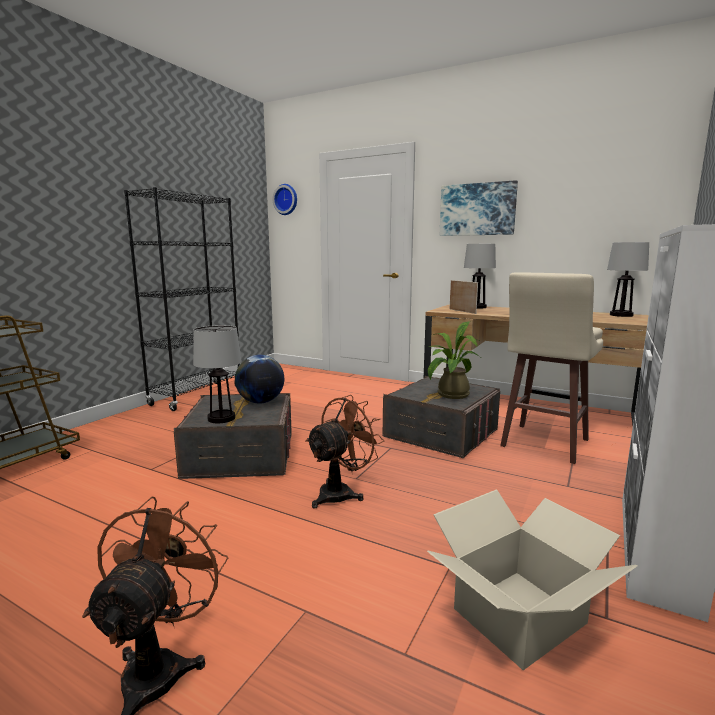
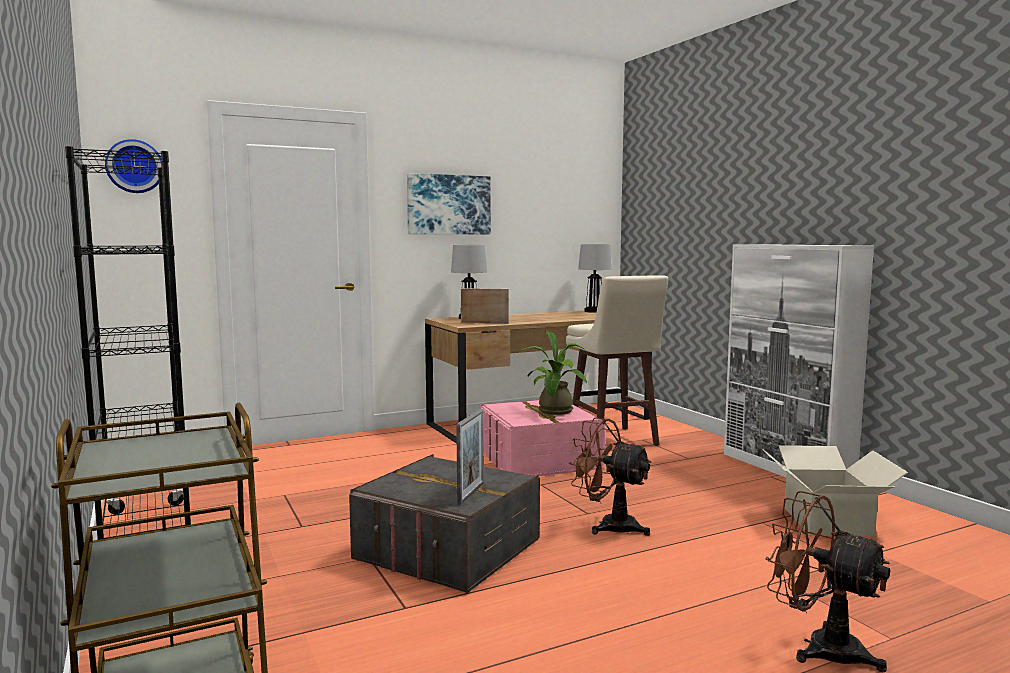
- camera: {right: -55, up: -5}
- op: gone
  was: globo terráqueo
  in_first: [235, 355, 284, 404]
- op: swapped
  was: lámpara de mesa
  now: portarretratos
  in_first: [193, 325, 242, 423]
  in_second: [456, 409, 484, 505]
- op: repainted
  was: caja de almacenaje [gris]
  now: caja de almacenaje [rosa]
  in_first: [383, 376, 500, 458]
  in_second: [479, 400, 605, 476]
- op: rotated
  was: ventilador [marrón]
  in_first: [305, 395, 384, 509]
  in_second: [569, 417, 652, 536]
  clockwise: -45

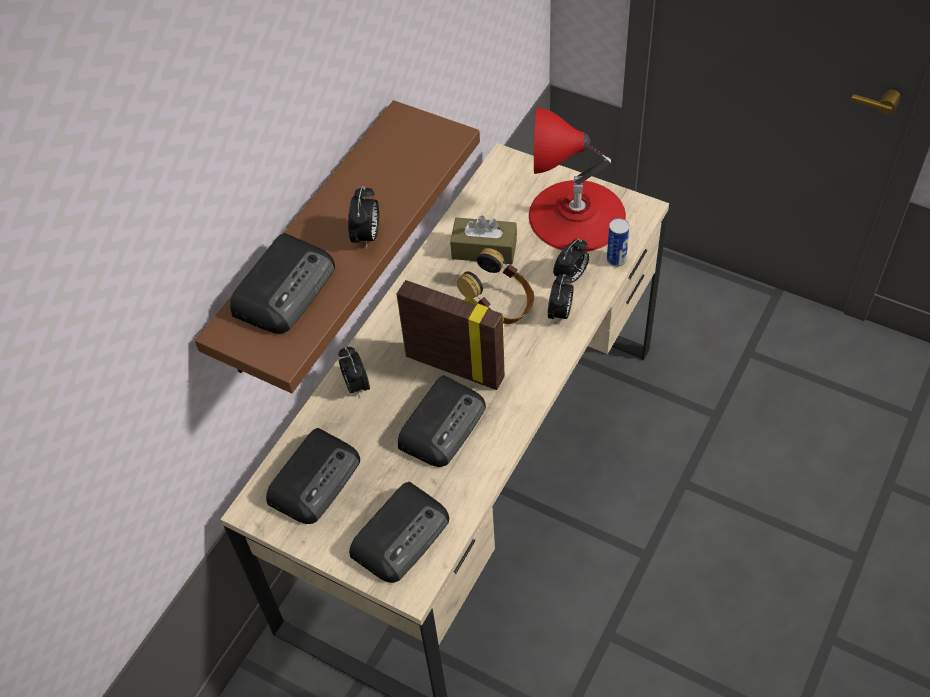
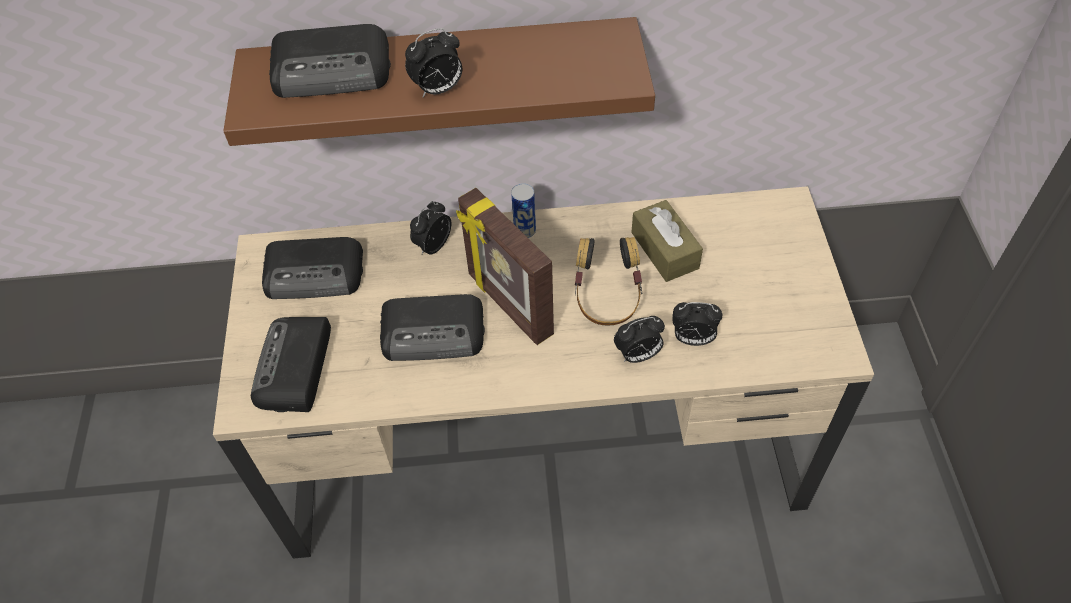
- camera: {right: 55, up: 0}
- op: gone
  was: lámpara de mesa [rojo]
  in_first: [529, 107, 626, 252]
- op: shifted
  was: lata
  in_first: [607, 218, 629, 267]
  in_second: [511, 183, 536, 238]
- op: rotated
  was: radio
  in_first: [349, 482, 449, 583]
  in_second: [251, 317, 331, 412]
  clockwise: 90
- op: rotated
  was: portarretratos
  in_first: [397, 280, 505, 390]
  in_second: [456, 188, 554, 345]
  clockwise: 150

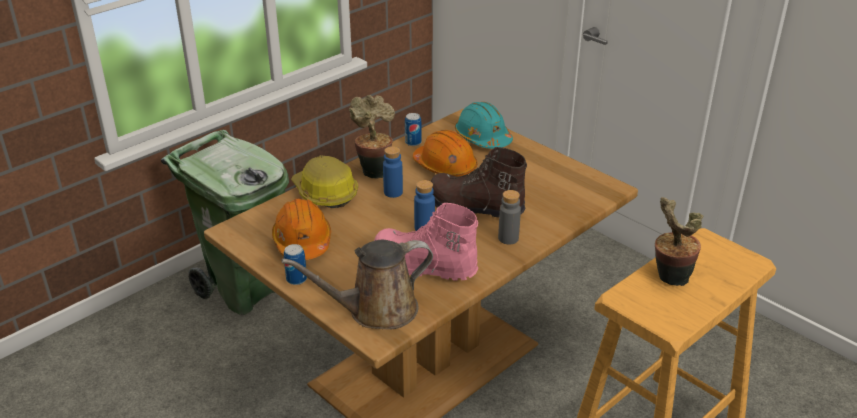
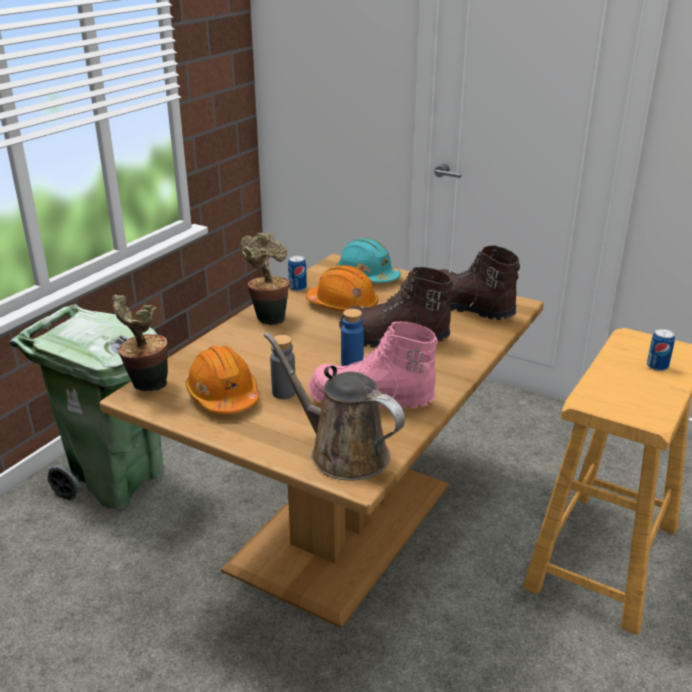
- camera: {right: -15, up: -5}
- op: gone
  was: casco
  in_first: [291, 155, 358, 208]
- op: gone
  was: botella [azul]
  in_first: [383, 146, 403, 198]
- op: new
  now: bota [marrón]
  in_second: [439, 245, 520, 320]
- op: shifted
  was: lata
  in_first: [284, 244, 307, 285]
  in_second: [647, 329, 675, 371]
- op: shifted
  was: botella [gris]
  in_first: [498, 190, 521, 245]
  in_second: [270, 335, 296, 399]
- op: shifted
  was: planta en maceta
  in_first: [655, 197, 703, 286]
  in_second: [112, 295, 168, 391]
- op: rotated
  was: regadera [marrón]
  in_first: [281, 240, 433, 330]
  in_second: [264, 332, 405, 481]
  clockwise: 75

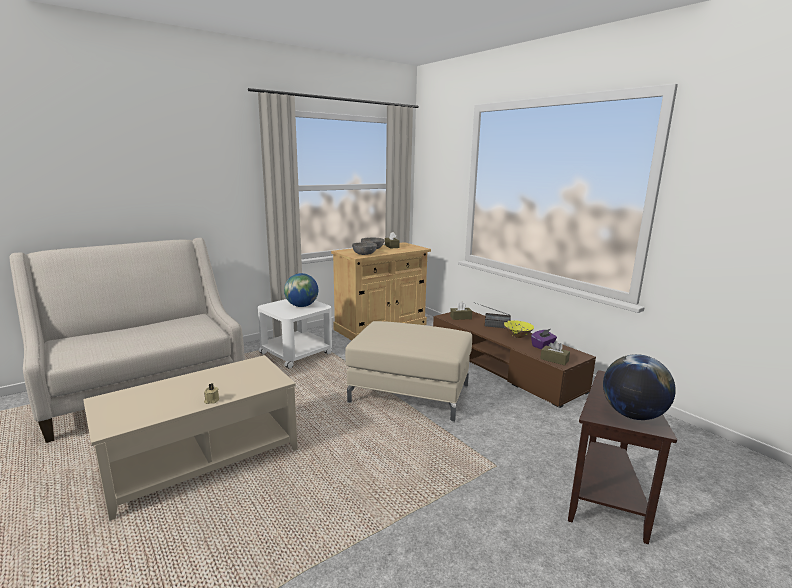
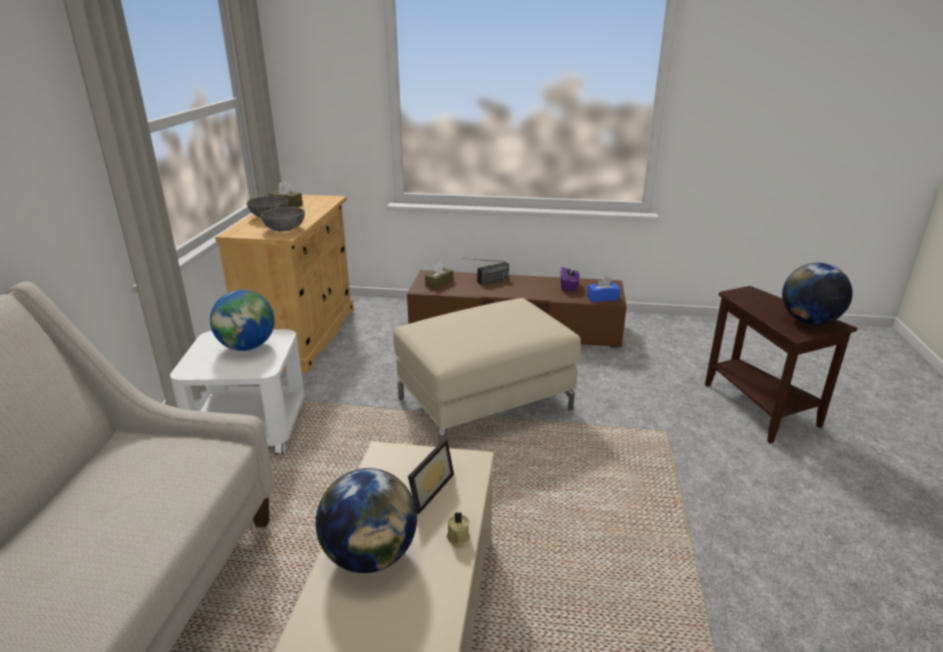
- camera: {right: -45, up: 10}
- op: gone
  was: cuenco [amarillo]
  in_first: [504, 321, 534, 338]
- op: new
  now: globo terráqueo
  in_second: [316, 468, 417, 573]
- op: new
  now: portarretratos
  in_second: [408, 439, 454, 514]
- op: repainted
  was: caja de pañuelos [marrón]
  now: caja de pañuelos [azul]
  in_first: [540, 341, 570, 365]
  in_second: [587, 276, 620, 302]

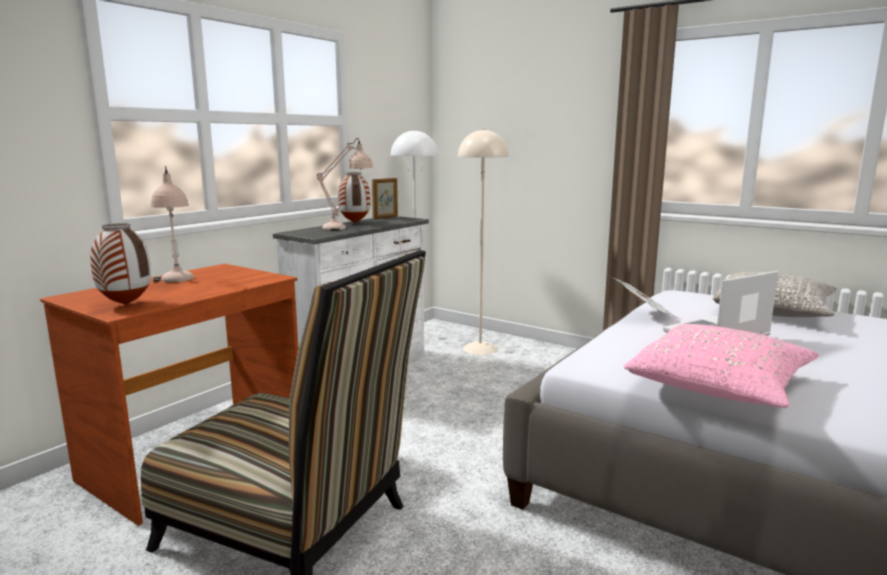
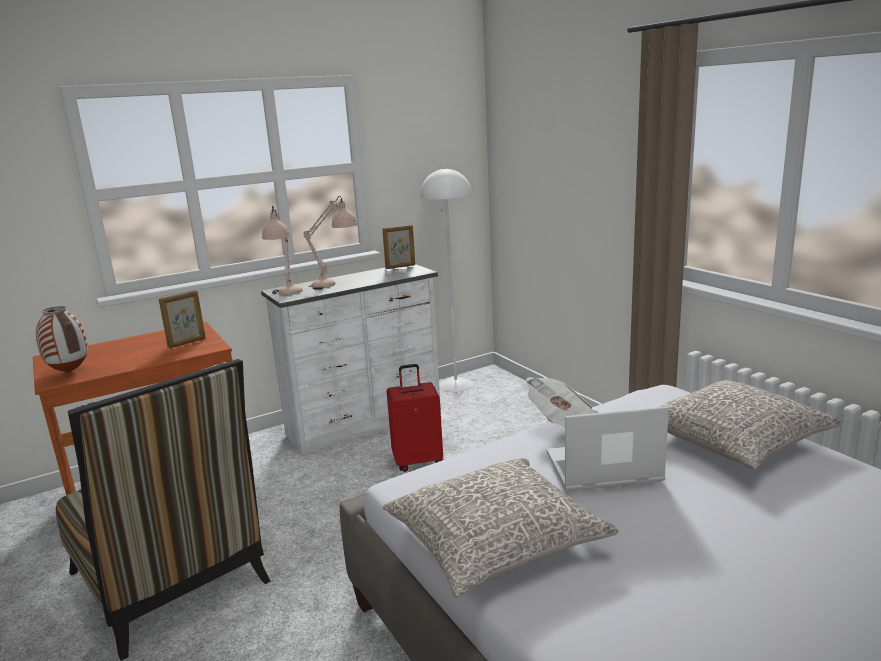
- camera: {right: 25, up: 5}
- op: gone
  was: florero
  in_first: [338, 172, 371, 223]
- op: gone
  was: lámpara de pie [beis]
  in_first: [458, 129, 509, 355]
- op: new
  now: portarretratos
  in_second: [159, 290, 206, 348]
- op: new
  now: maleta [rojo]
  in_second: [386, 364, 443, 472]
- op: shifted
  was: lámpara de mesa [beis]
  in_first: [151, 165, 194, 282]
  in_second: [262, 205, 303, 295]
- op: repainted
  was: cojín [rosa]
  now: cojín [gris]
  in_first: [624, 324, 819, 408]
  in_second: [383, 458, 618, 597]

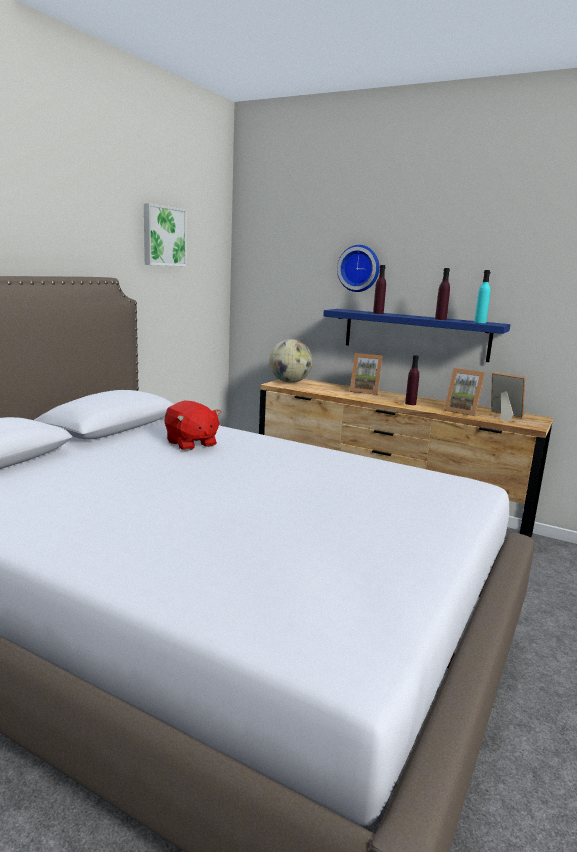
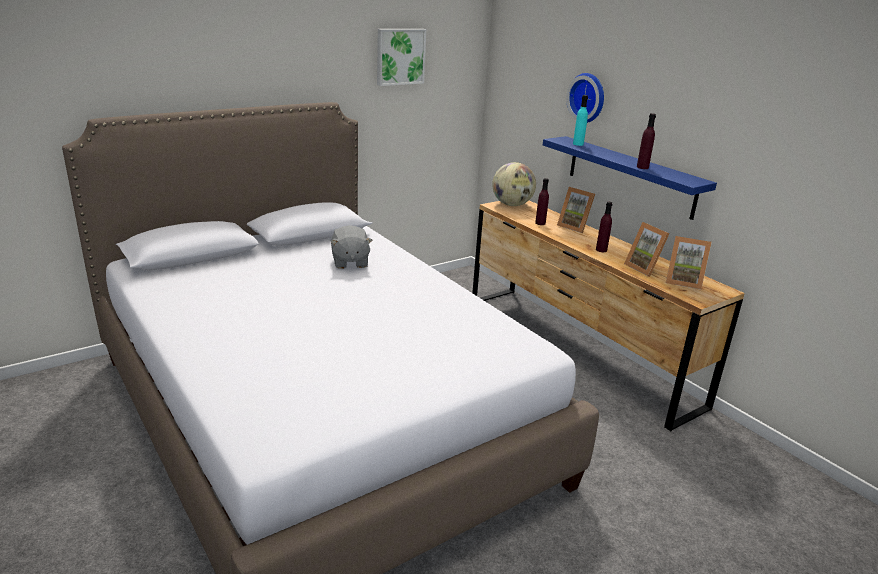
- camera: {right: 25, up: 10}
- op: shifted
  was: botella [morado]
  in_first: [373, 265, 386, 314]
  in_second: [535, 178, 549, 225]
- op: shifted
  was: botella [turquesa]
  in_first: [474, 270, 490, 323]
  in_second: [573, 95, 588, 146]
- op: repainted
  was: peluche [rojo]
  now: peluche [gris]
  in_first: [164, 400, 221, 451]
  in_second: [330, 225, 373, 269]
- op: rotated
  was: portarretratos
  in_first: [491, 372, 525, 422]
  in_second: [666, 236, 712, 290]
  clockwise: 135

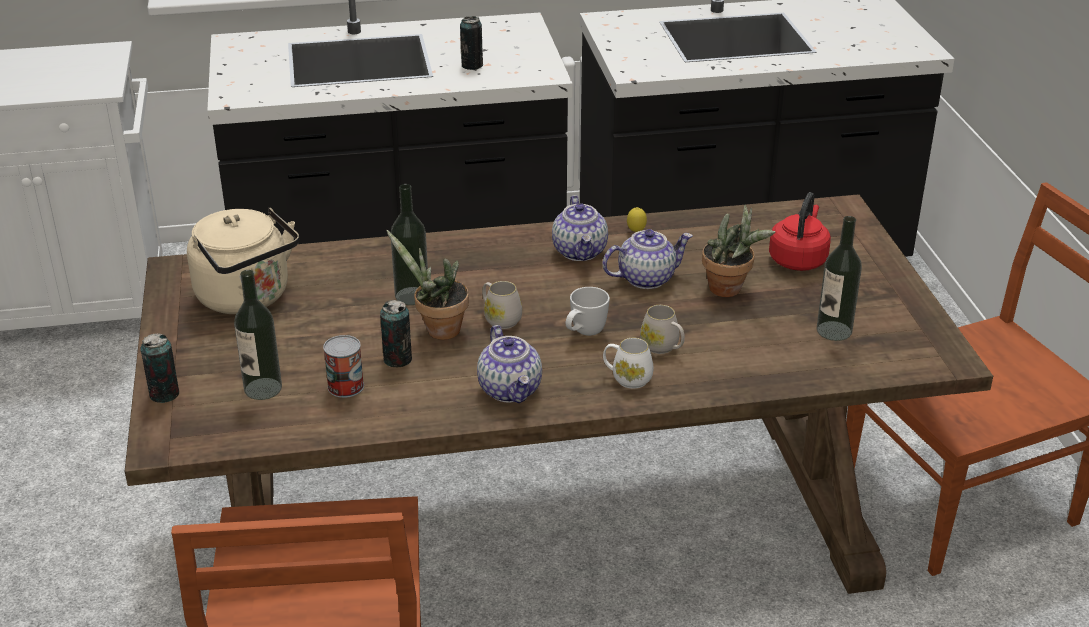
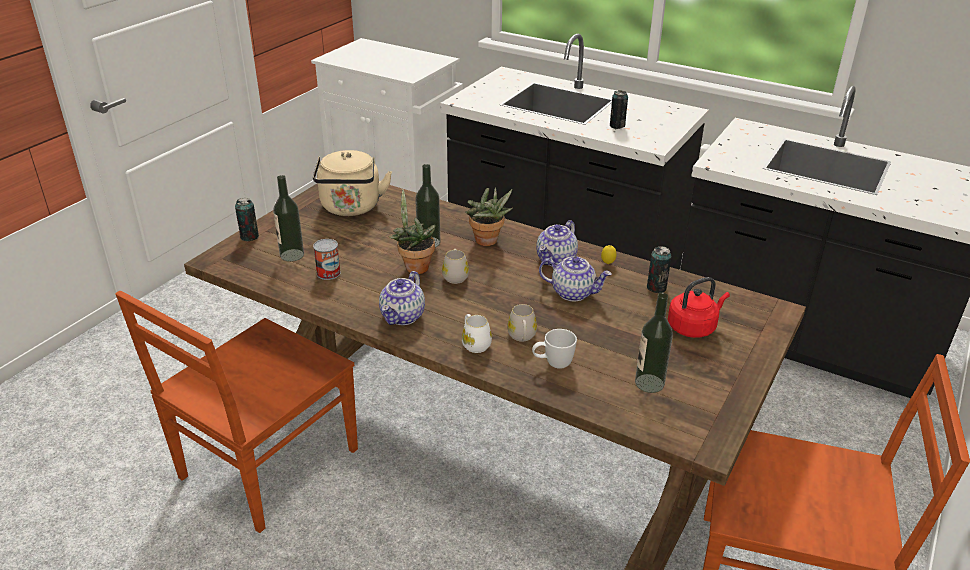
- camera: {right: 40, up: 0}
- op: shifted
  was: lata
  in_first: [380, 300, 412, 367]
  in_second: [647, 246, 671, 293]
- op: shifted
  was: taza grande [blanco]
  in_first: [566, 287, 610, 336]
  in_second: [532, 329, 577, 369]
- op: shifted
  was: planta en maceta
  in_first: [702, 205, 776, 297]
  in_second: [465, 187, 513, 246]

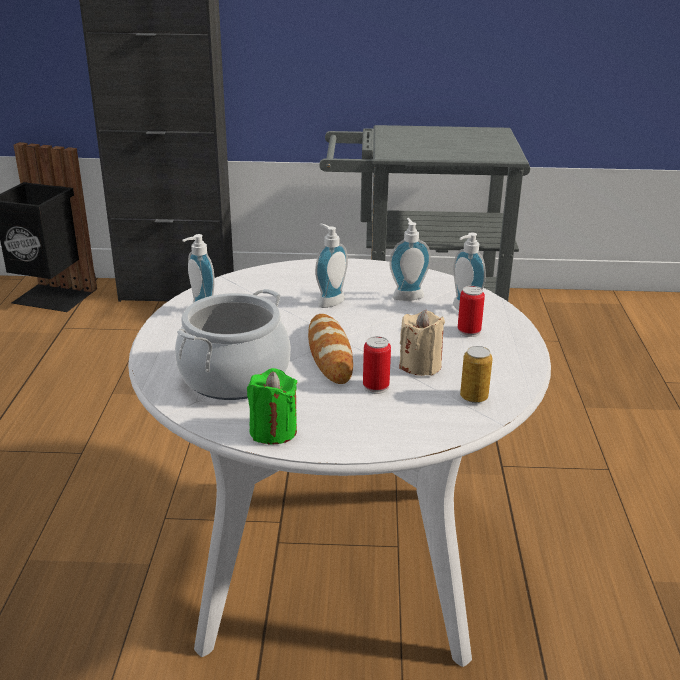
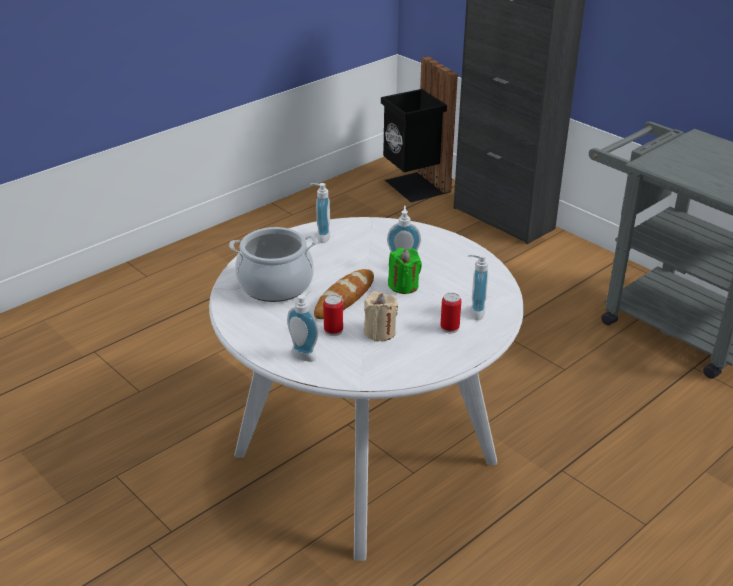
- camera: {right: 45, up: 5}
- op: gone
  was: lata
  in_first: [460, 346, 493, 403]
- op: shifted
  was: vela [verde]
  in_first: [247, 368, 298, 445]
  in_second: [388, 248, 422, 294]
- op: shifted
  was: dispensador de jabón
  in_first: [389, 218, 431, 301]
  in_second: [287, 290, 318, 362]

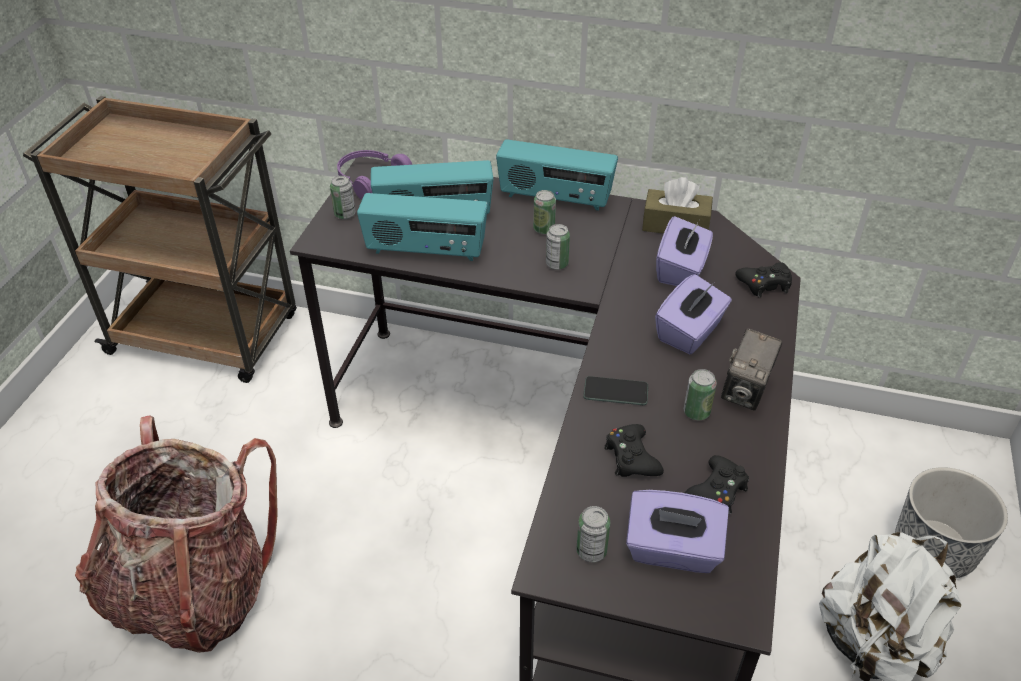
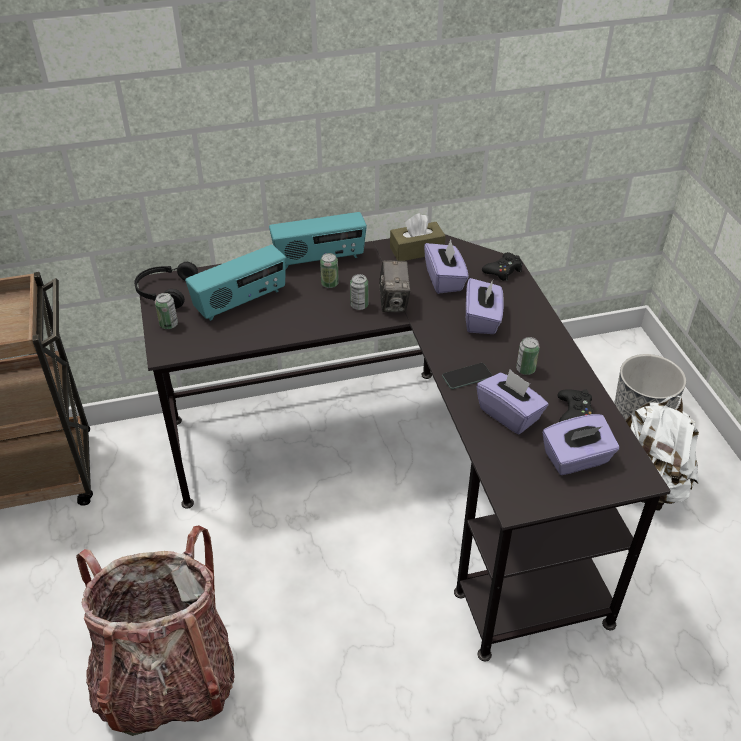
- camera: {right: -30, up: 0}
- op: gone
  was: radio
  in_first: [357, 193, 488, 261]
- op: gone
  was: lata
  in_first: [576, 506, 610, 562]
- op: shifted
  was: cámara
  in_first: [721, 328, 782, 411]
  in_second: [379, 260, 410, 312]
- op: swapped
  was: mando de consola [negro]
  now: caja de pañuelos [morado]
  in_first: [604, 424, 664, 477]
  in_second: [476, 370, 548, 434]
- op: repainted
  was: auriculares [morado]
  now: auriculares [negro]
  in_first: [337, 150, 412, 200]
  in_second: [134, 262, 198, 309]

